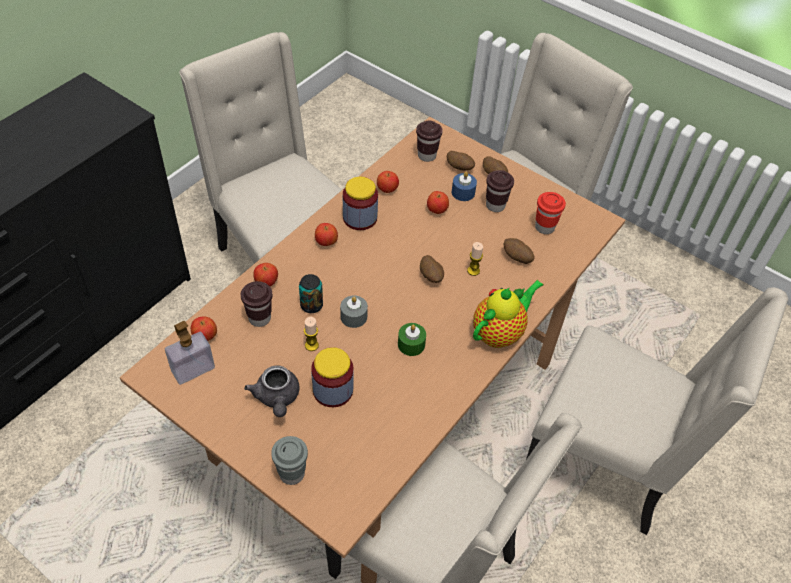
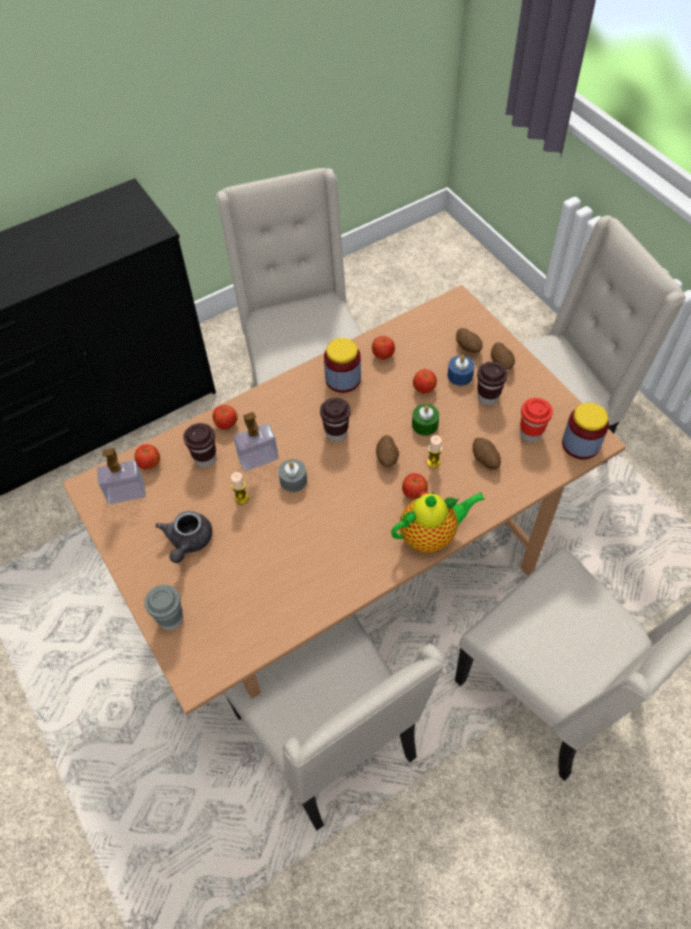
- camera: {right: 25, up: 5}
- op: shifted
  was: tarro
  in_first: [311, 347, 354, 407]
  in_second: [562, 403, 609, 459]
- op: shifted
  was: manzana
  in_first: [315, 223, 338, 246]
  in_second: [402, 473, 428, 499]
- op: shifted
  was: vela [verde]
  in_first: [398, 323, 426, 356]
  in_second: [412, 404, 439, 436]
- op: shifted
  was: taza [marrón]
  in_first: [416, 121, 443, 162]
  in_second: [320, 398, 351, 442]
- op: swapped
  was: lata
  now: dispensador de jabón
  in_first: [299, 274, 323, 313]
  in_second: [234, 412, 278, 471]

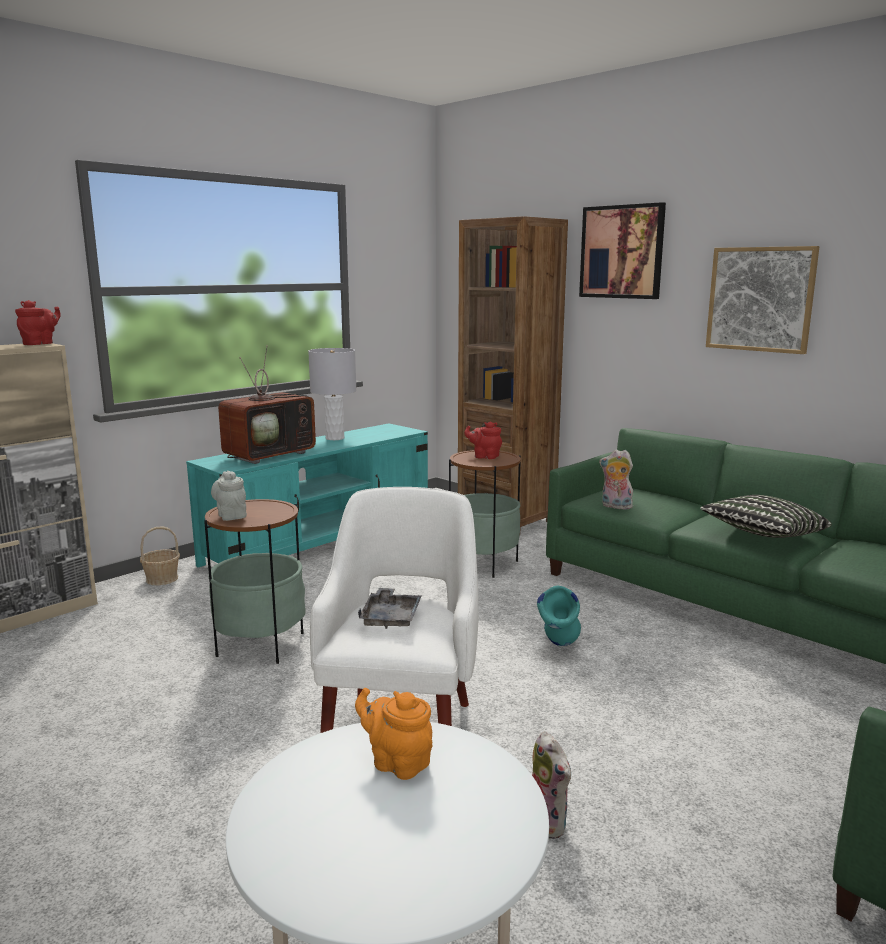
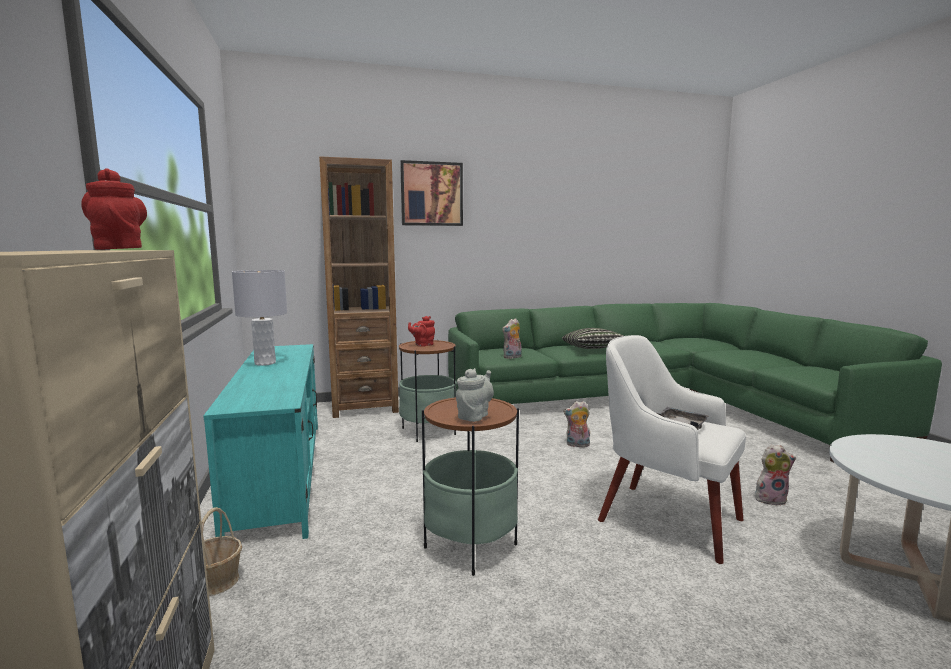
- camera: {right: -60, up: -5}
- op: gone
  was: televisor
  in_first: [218, 345, 316, 464]
- op: gone
  was: tetera [naranja]
  in_first: [355, 688, 433, 780]
- op: gone
  was: cuadro
  in_first: [706, 246, 820, 354]
- op: swapped
  was: florero [turquesa]
  now: peluche
  in_first: [537, 586, 581, 646]
  in_second: [563, 401, 590, 447]
- op: rotated
  was: tetera [gris]
  in_first: [211, 471, 247, 521]
  in_second: [456, 368, 494, 422]
  clockwise: 120

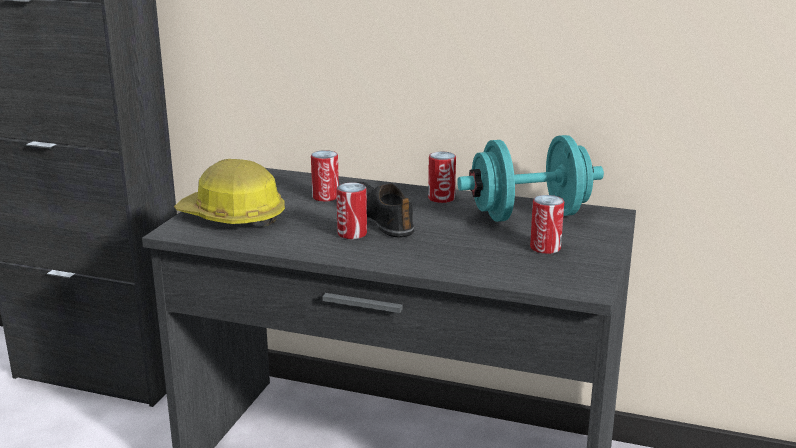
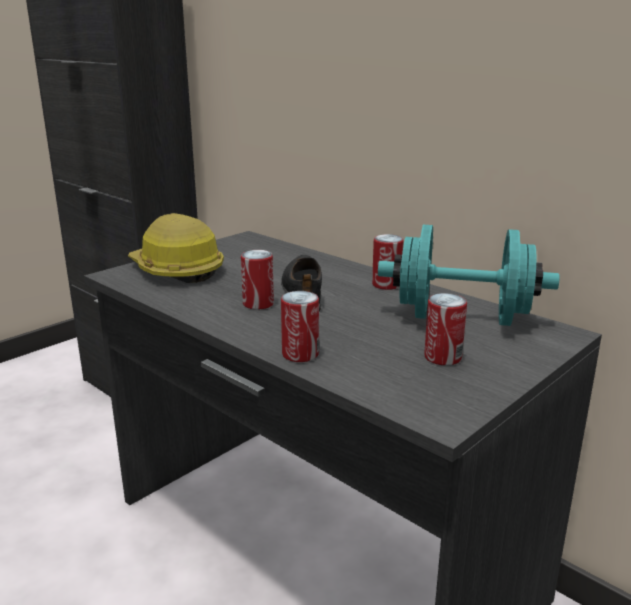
- camera: {right: 25, up: 0}
- op: shifted
  was: lata
  in_first: [311, 150, 339, 202]
  in_second: [281, 291, 319, 362]

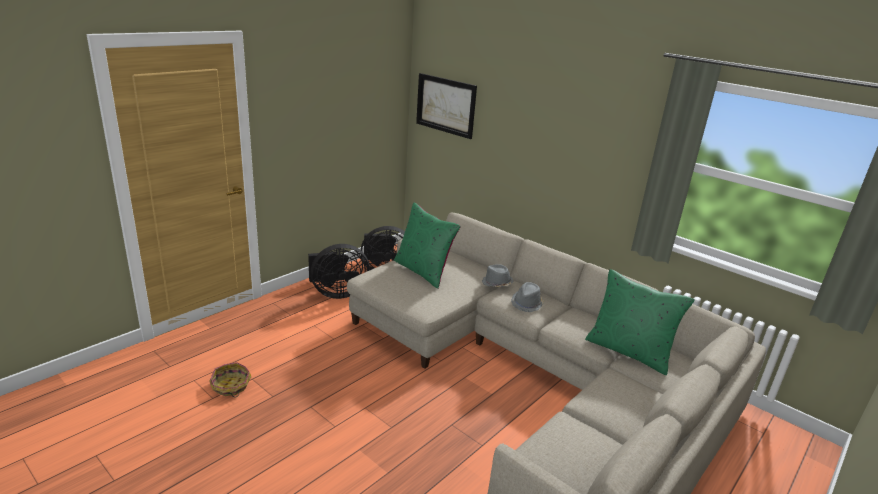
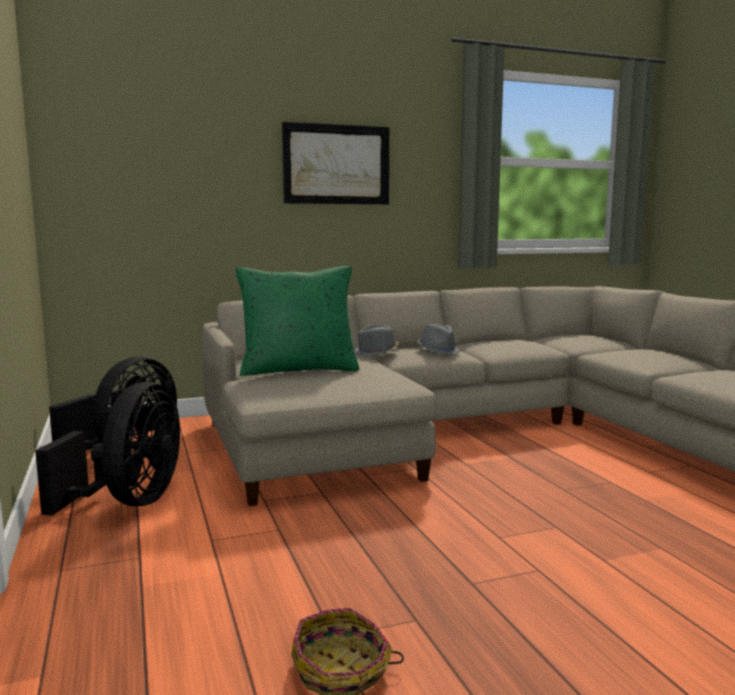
- camera: {right: -60, up: -15}
- op: gone
  was: cojín [verde]
  in_first: [585, 269, 695, 375]
- op: shifted
  was: cuadro
  in_first: [416, 73, 477, 139]
  in_second: [282, 122, 389, 205]

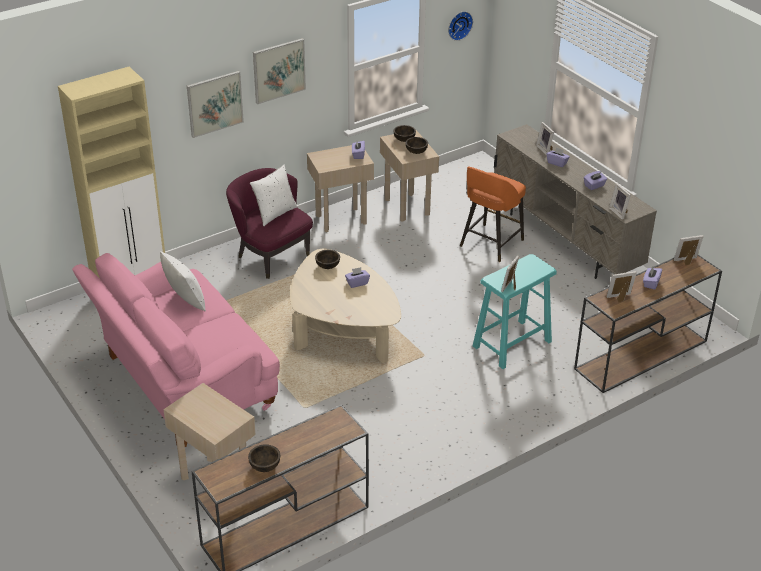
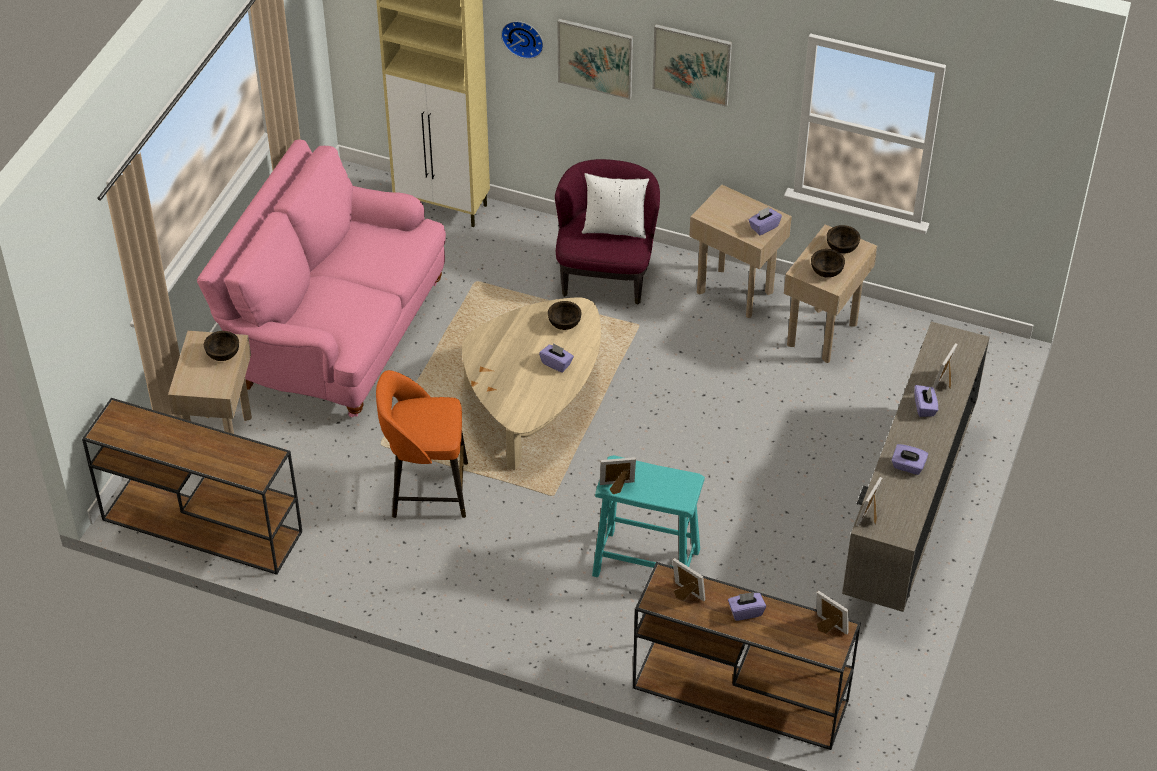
- camera: {right: 55, up: 10}
- op: gone
  was: cojín [blanco]
  in_first: [160, 251, 206, 311]
- op: shifted
  was: cuenco [marrón]
  in_first: [248, 444, 281, 472]
  in_second: [204, 331, 239, 361]
- op: shifted
  was: reloj de pared
  in_first: [448, 11, 473, 41]
  in_second: [501, 21, 544, 59]
- op: shifted
  was: taburete [naranja]
  in_first: [460, 167, 526, 262]
  in_second: [376, 370, 468, 518]

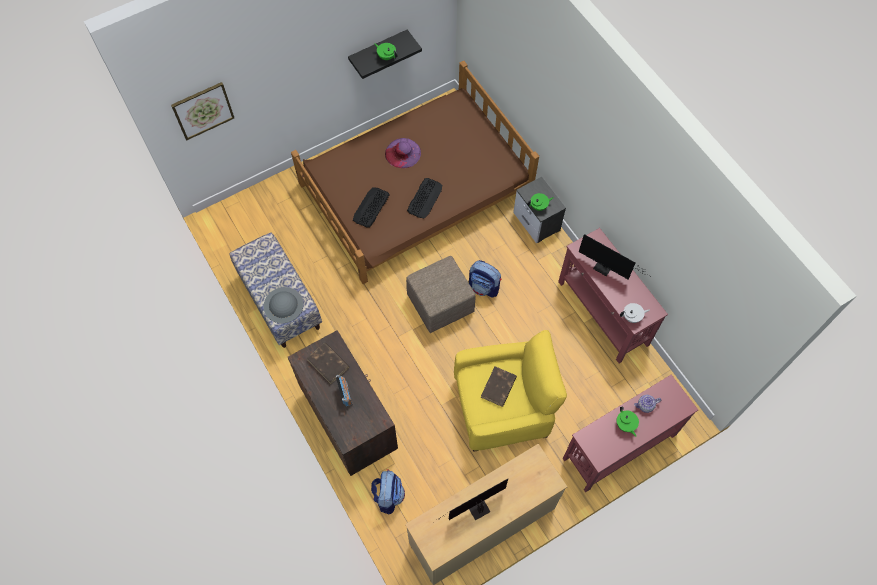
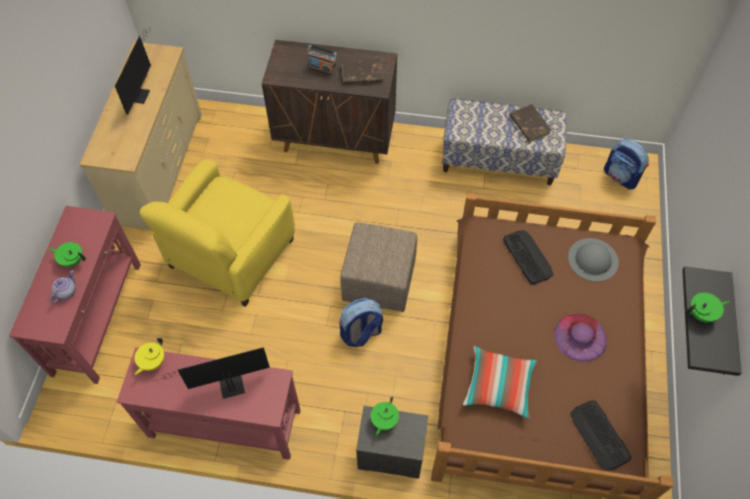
- camera: {right: 130, up: -5}
- op: gone
  was: cuadro
  in_first: [171, 82, 234, 140]
- op: new
  now: cojín
  in_second: [463, 346, 537, 420]
- op: shifted
  was: sombrero [gris]
  in_first: [263, 287, 304, 323]
  in_second: [568, 238, 619, 282]
- op: shifted
  was: mochila
  in_first: [371, 469, 405, 514]
  in_second: [604, 139, 649, 190]
- op: shifted
  was: teclado
  in_first: [407, 178, 442, 218]
  in_second: [570, 400, 631, 471]
- op: shifted
  was: libro [marrón]
  in_first: [481, 366, 517, 407]
  in_second: [509, 104, 551, 142]
- op: repainted
  was: tetera [blanco]
  now: tetera [amarillo]
  in_first: [620, 303, 650, 323]
  in_second: [135, 338, 164, 375]

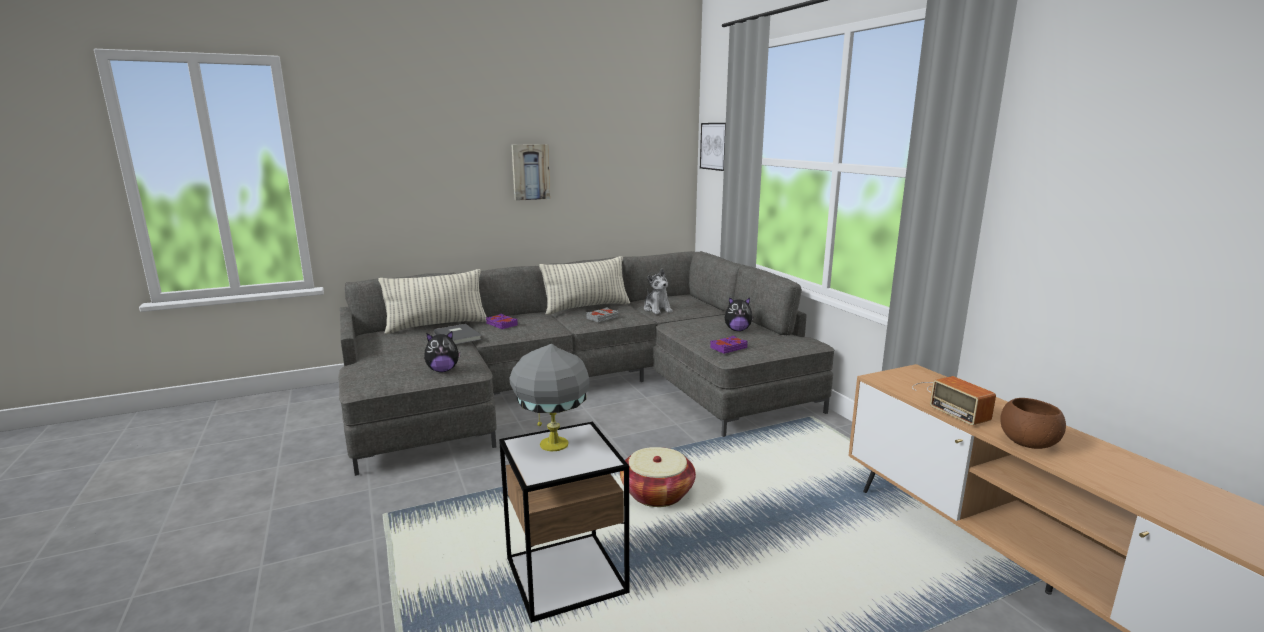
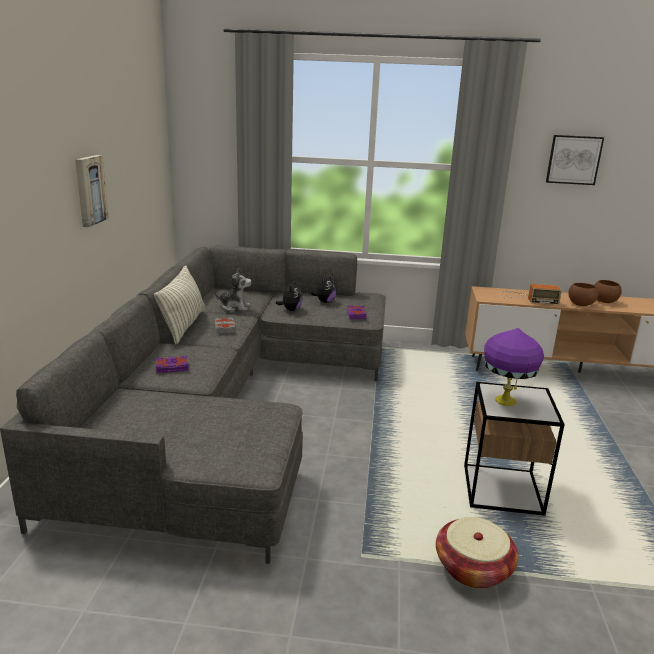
- camera: {right: -60, up: 5}
- op: gone
  was: cojín
  in_first: [378, 269, 487, 334]
- op: gone
  was: libro [gris]
  in_first: [434, 324, 482, 345]
- op: new
  now: cuenco [marrón]
  in_second: [595, 280, 622, 303]
- op: shifted
  was: peluche
  in_first: [424, 331, 461, 372]
  in_second: [276, 280, 302, 311]
- op: shifted
  was: cesta
  in_first: [620, 447, 696, 507]
  in_second: [436, 517, 519, 589]
- op: shifted
  was: cuadro
  in_first: [700, 123, 726, 171]
  in_second: [546, 135, 604, 185]
- op: repainted
  was: lámpara de mesa [gris]
  now: lámpara de mesa [morado]
  in_first: [509, 344, 589, 452]
  in_second: [484, 328, 544, 406]

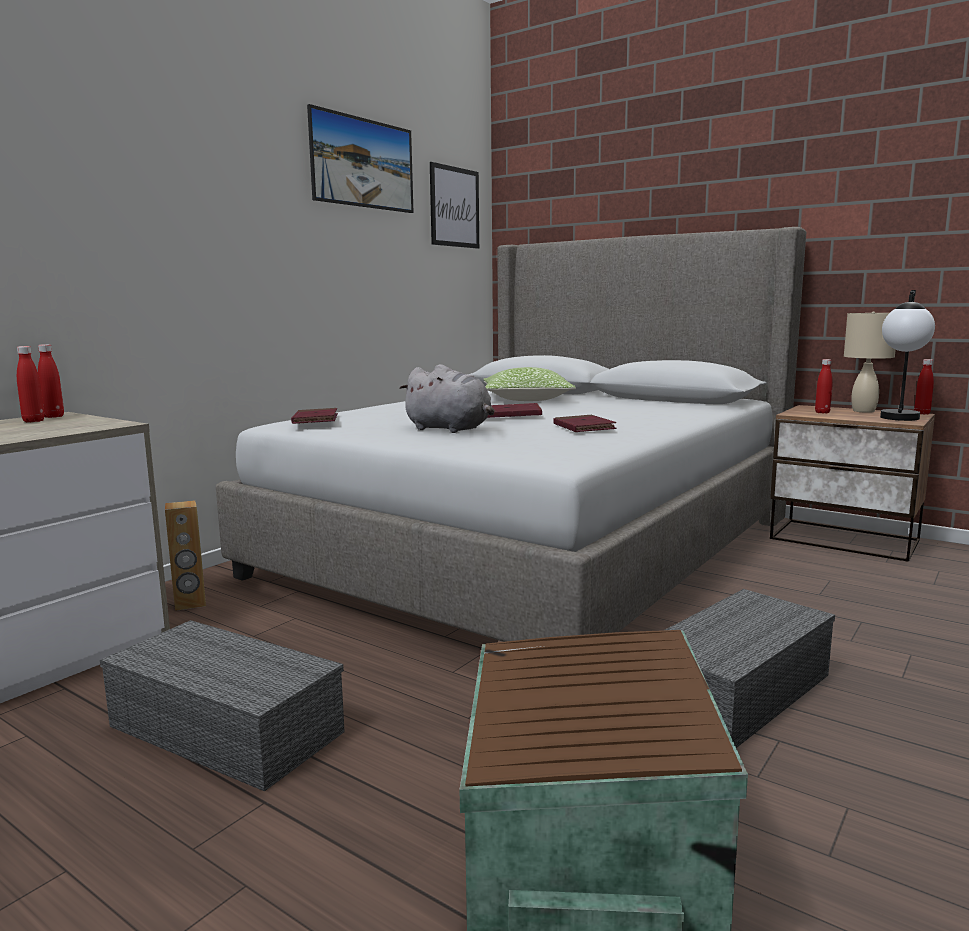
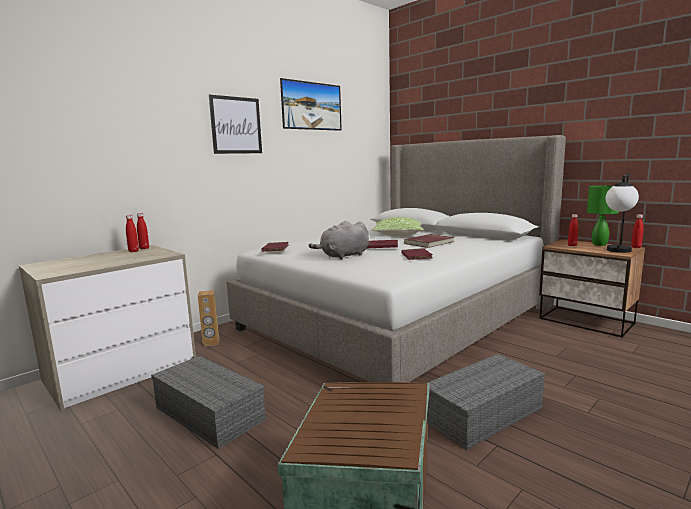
- camera: {right: 10, up: 0}
- op: new
  now: libro [rojo]
  in_second: [404, 234, 454, 248]
- op: shifted
  was: cuadro
  in_first: [430, 162, 479, 249]
  in_second: [209, 95, 262, 154]
- op: repainted
  was: lámpara de mesa [beis]
  now: lámpara de mesa [verde]
  in_first: [844, 311, 896, 413]
  in_second: [587, 185, 619, 246]
- op: rotated
  was: peluche [gris]
  in_first: [399, 364, 494, 433]
  in_second: [309, 221, 369, 259]
  clockwise: 105

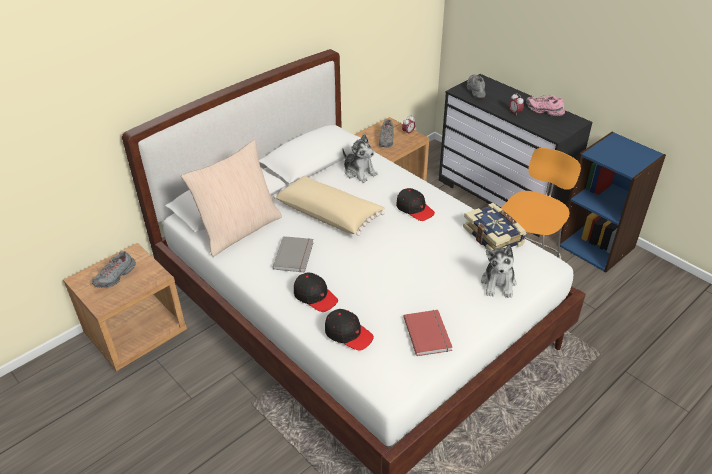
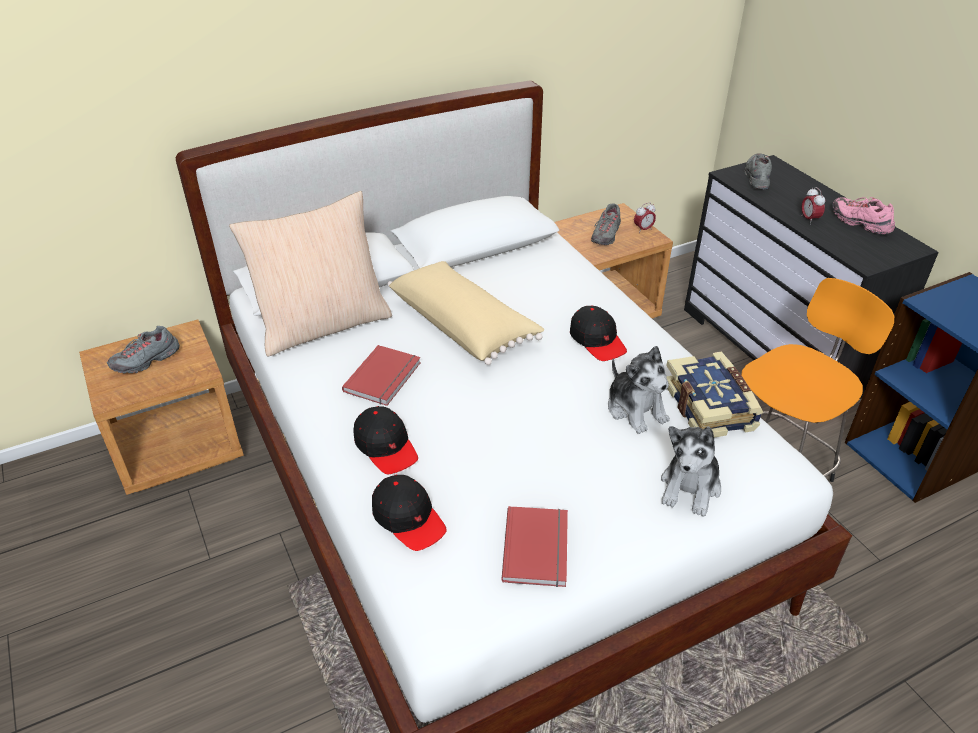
- camera: {right: 15, up: 0}
- op: shifted
  was: peluche
  in_first: [342, 134, 378, 183]
  in_second: [608, 346, 670, 434]
- op: repainted
  was: libro [gris]
  now: libro [rojo]
  in_first: [272, 236, 314, 272]
  in_second: [342, 345, 421, 406]

